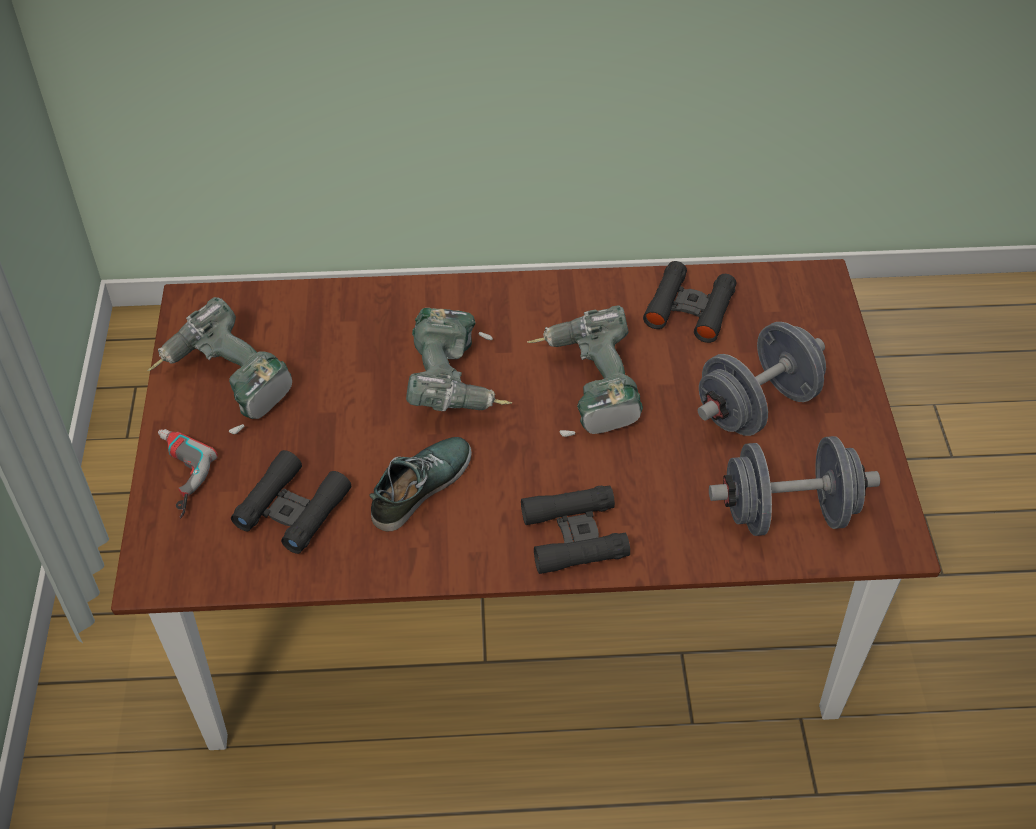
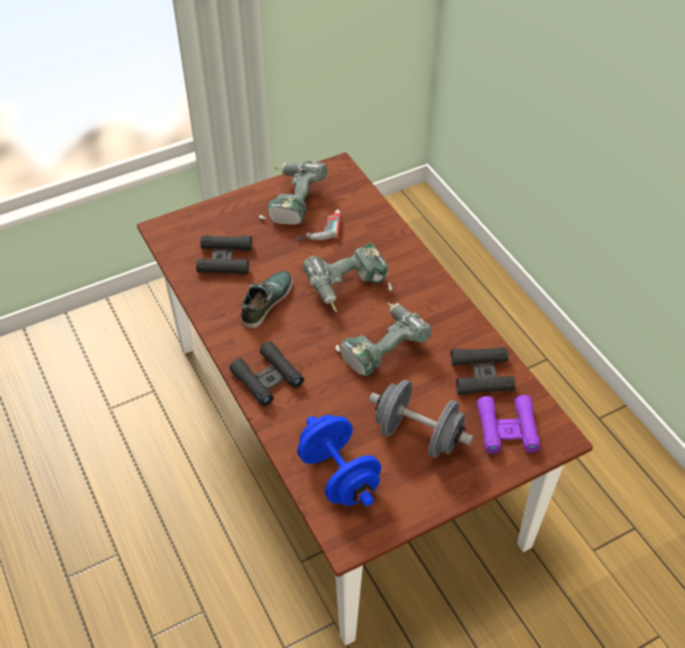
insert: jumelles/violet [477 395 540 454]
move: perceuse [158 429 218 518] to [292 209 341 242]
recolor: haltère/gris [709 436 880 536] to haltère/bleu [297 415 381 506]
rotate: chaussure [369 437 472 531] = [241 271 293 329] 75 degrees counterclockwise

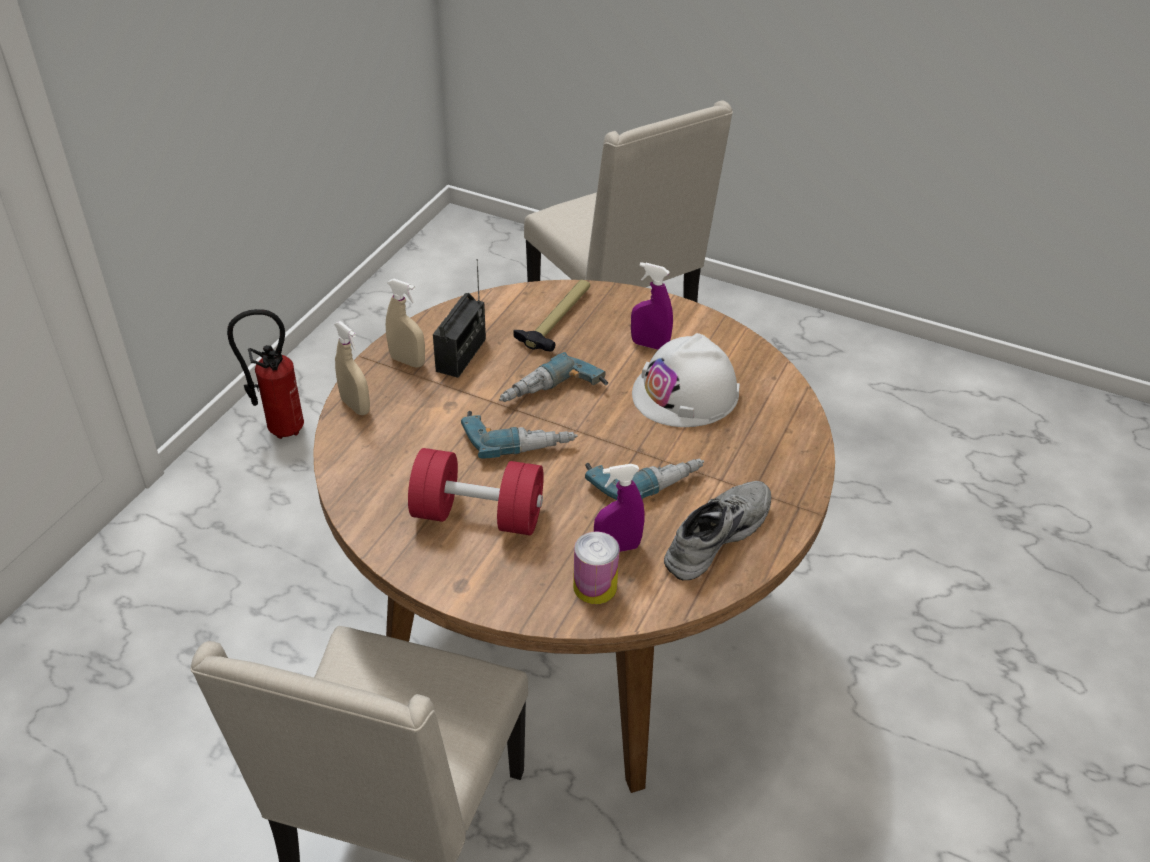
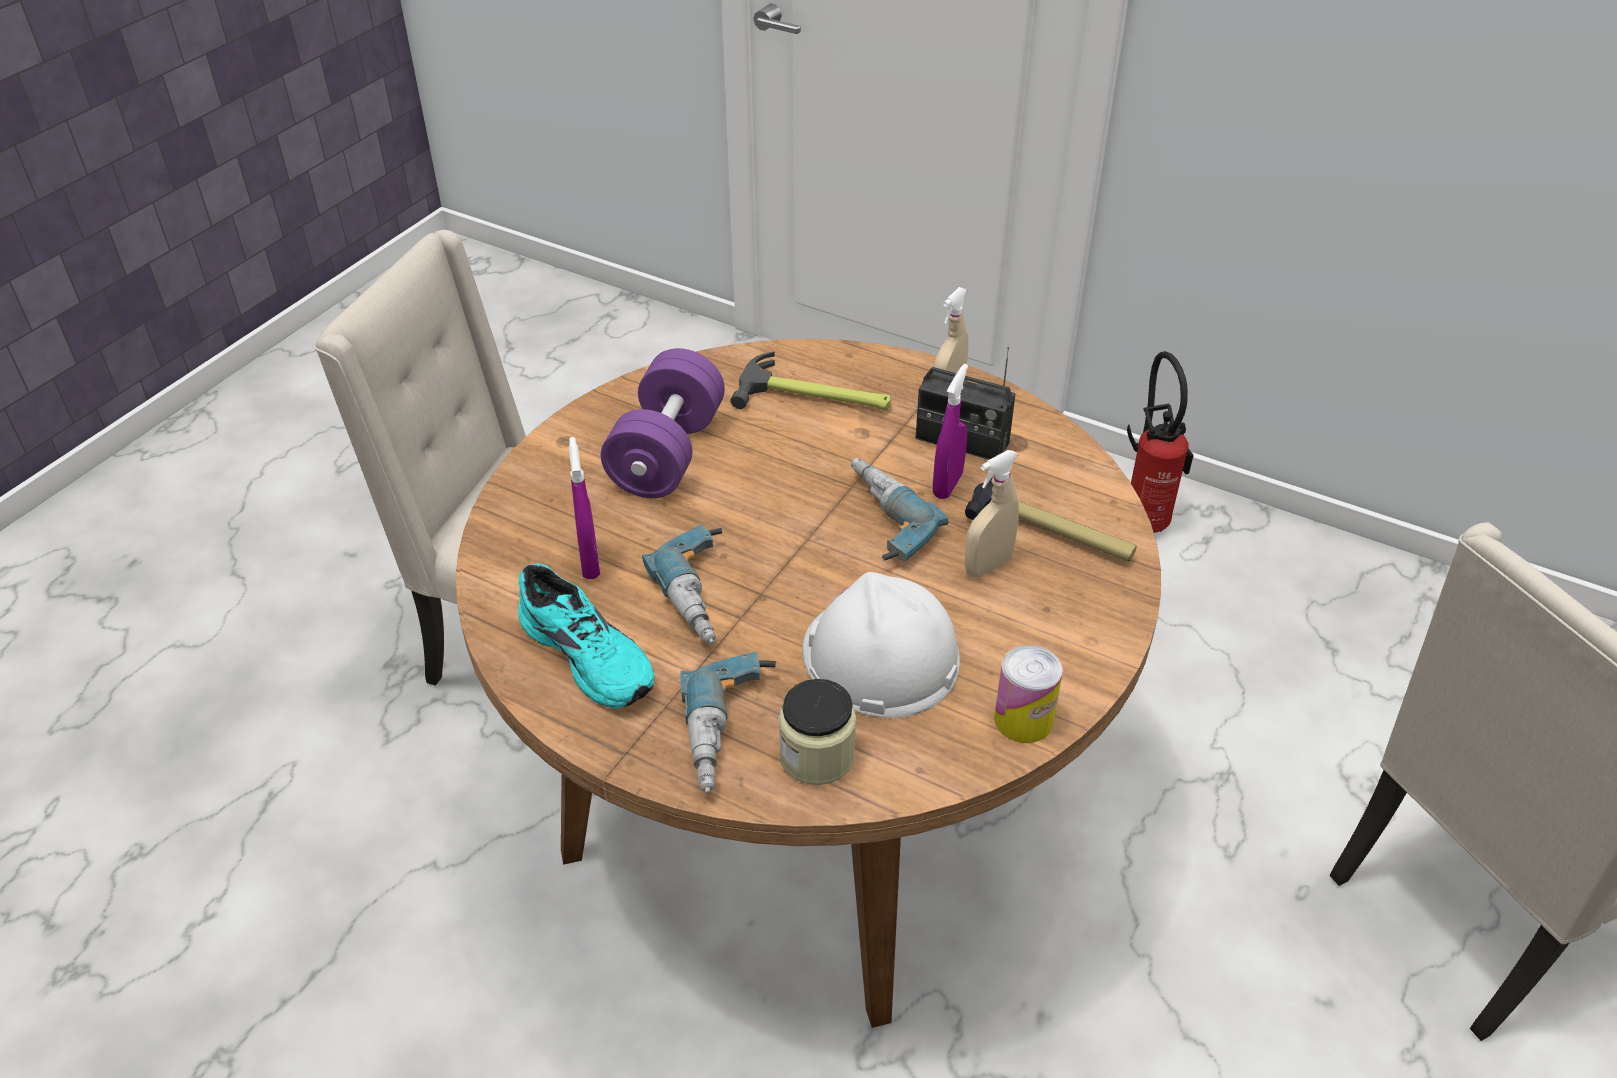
insert: marteau [730 352 891 410]; bocal [779 679 856 785]
move: vaporisateur/beige [334 321 370 415] to [965 450 1019 577]; perceuse [461 411 578 458] to [680 652 776 794]; boîte métallique [573 531 620 604] to [994 645 1063 743]; vaporisateur/violet [631 262 673 350] to [933 364 968 499]
recolor: haltère/rouge [408 448 544 535] to haltère/violet [601 348 725 498]; chaussure/gris [664 481 771 580] to chaussure/turquoise [518 563 654 709]

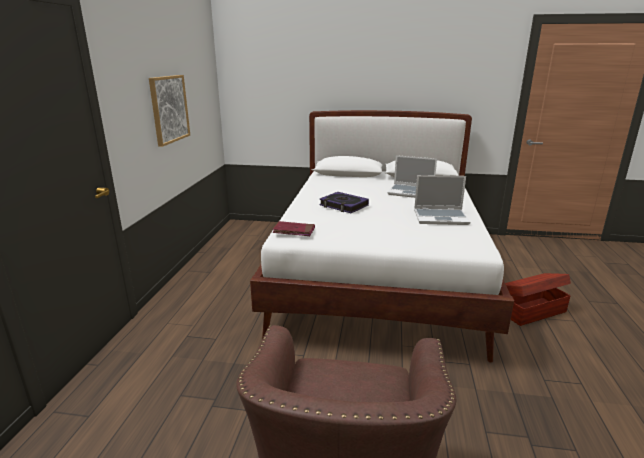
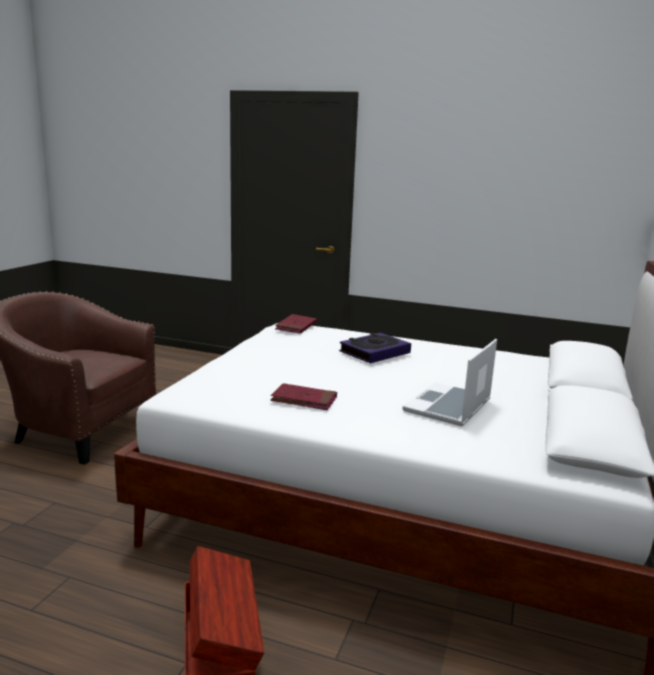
delete: tableau [149 75 190 147]
replace: ordinateur portable [414 175 470 225] to livre/rouge [271 383 337 410]

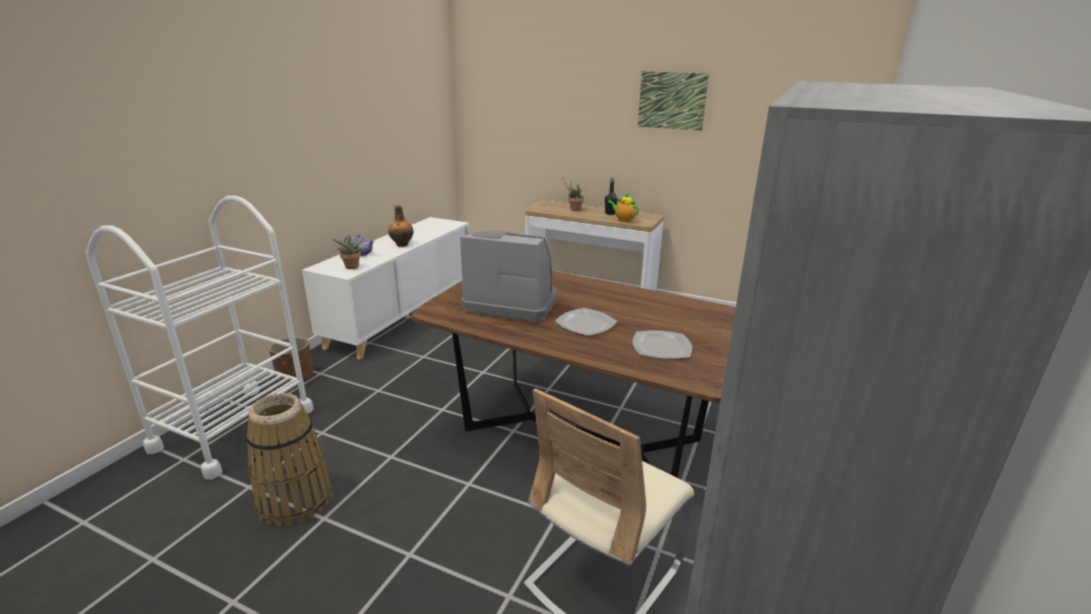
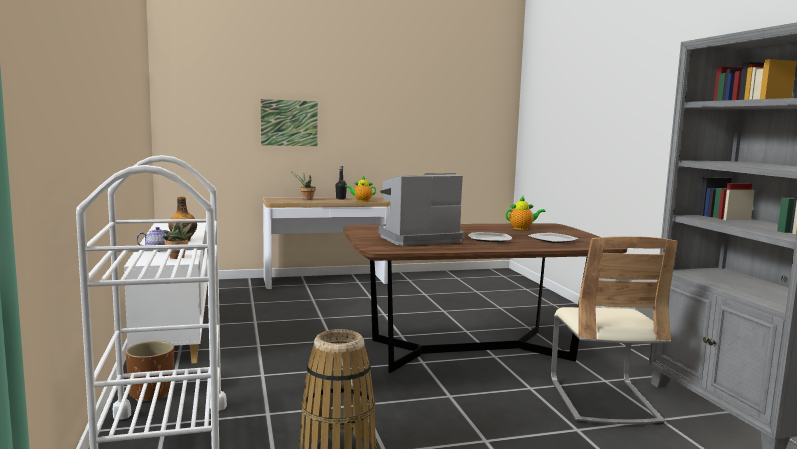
insert: théière [505 197 546 230]
move: tableau [638 71 709 131] to [261 99 318 146]

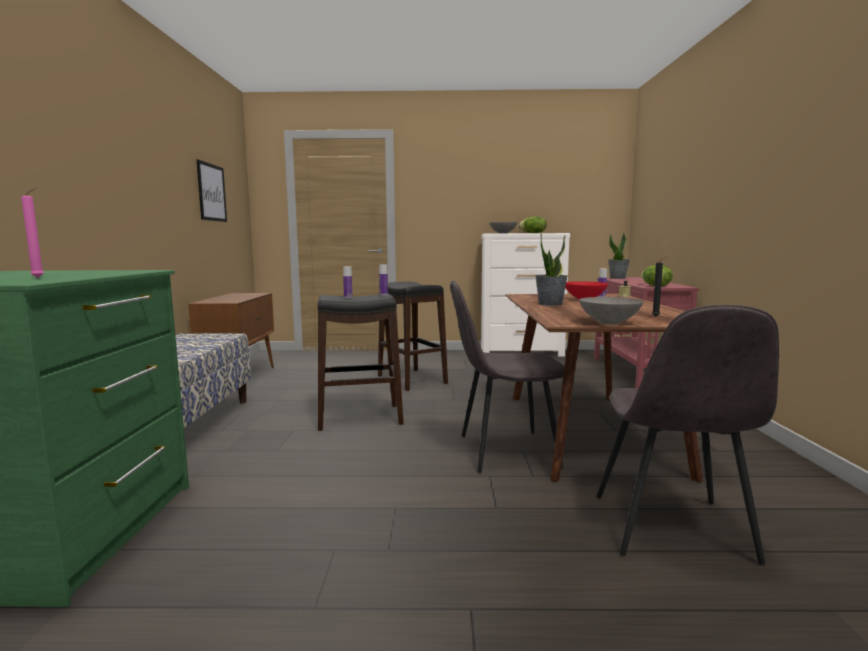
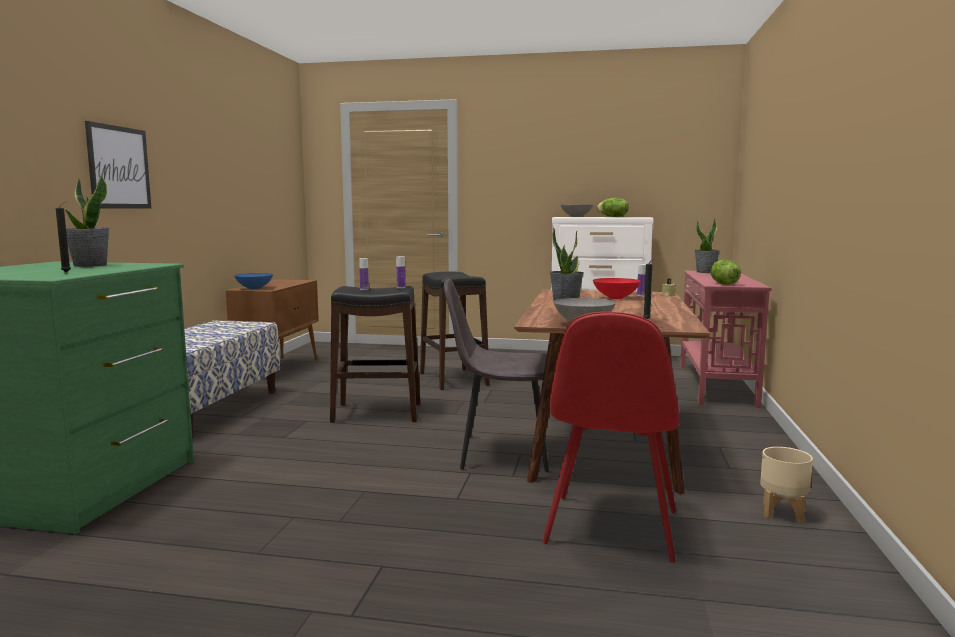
insert: plante en pot [65 174 110 267]; bol/bleu [234 273 273 289]; cache-pot/beige [760 447 813 523]
move: tableau [197 160 227 222] to [85 121 152 209]
recolor: bougie/rose [21 188 44 278] to bougie/noir [56 201 71 273]; chaise/gris [597 305 779 565] to chaise/rouge [542 312 680 563]

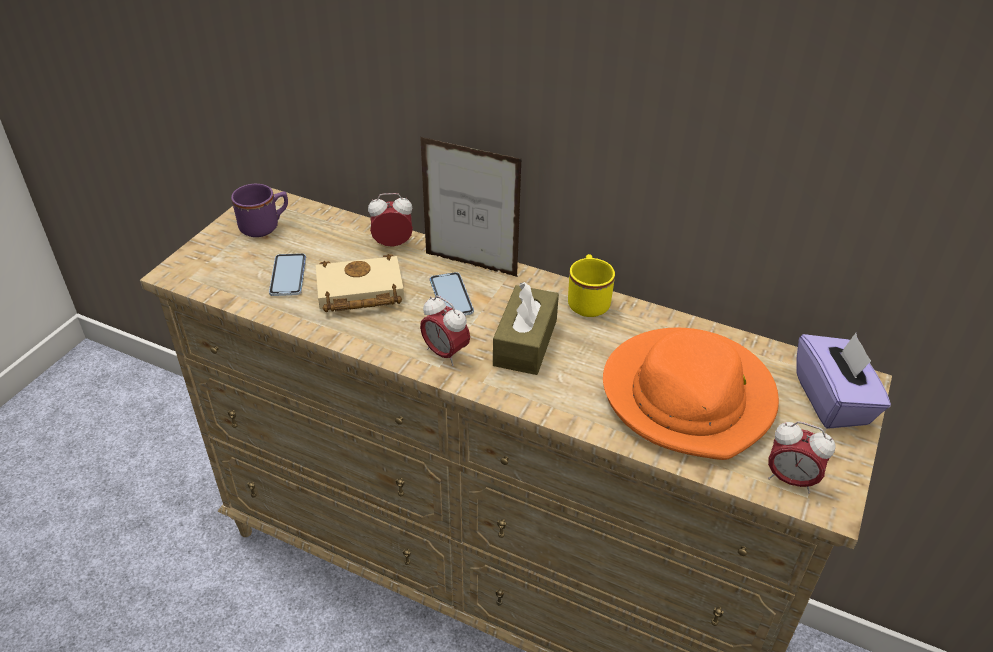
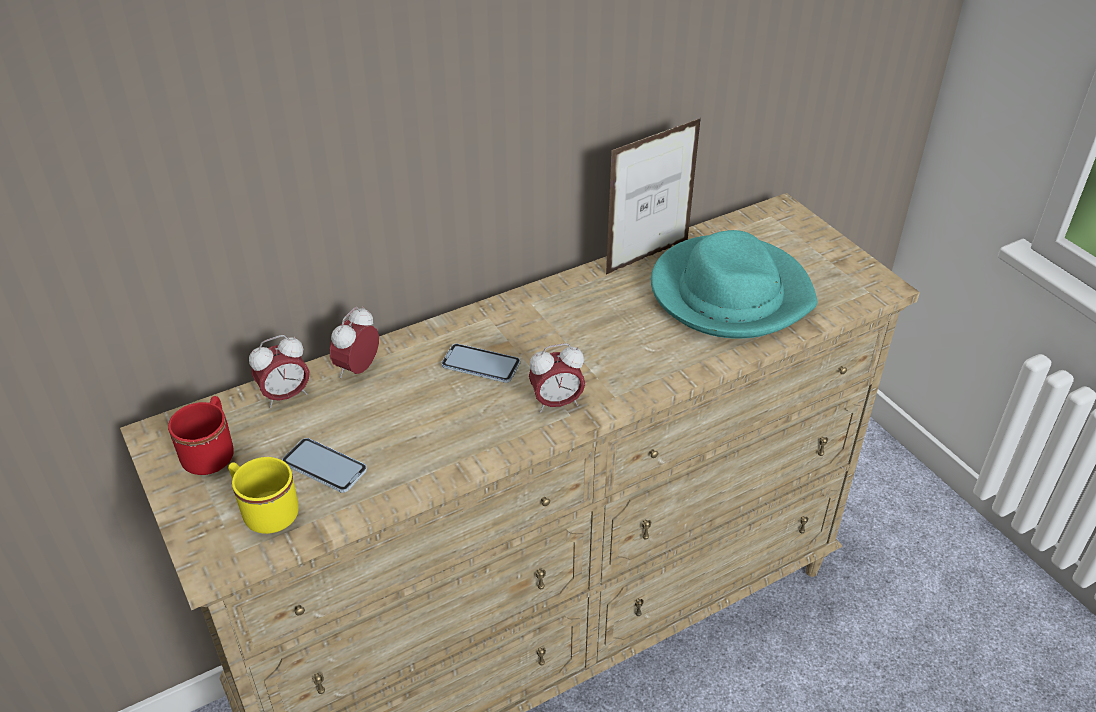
delete: livre/beige [316 254 404 312]; boîte à mouchoirs/marron [493 282 559 375]; boîte à mouchoirs/violet [796 333 891 429]
move: cadre photo [420 137 522 277] to [606 118 701 275]; mug/jaune [568 254 615 317] to [228 457 299 534]; réveil [768 421 835 494] to [249 335 309 408]
recolor: mug/violet [231 184 288 237] to mug/rouge [168 396 234 475]; chapeau/orange [603 328 779 460] to chapeau/turquoise [651 230 817 339]

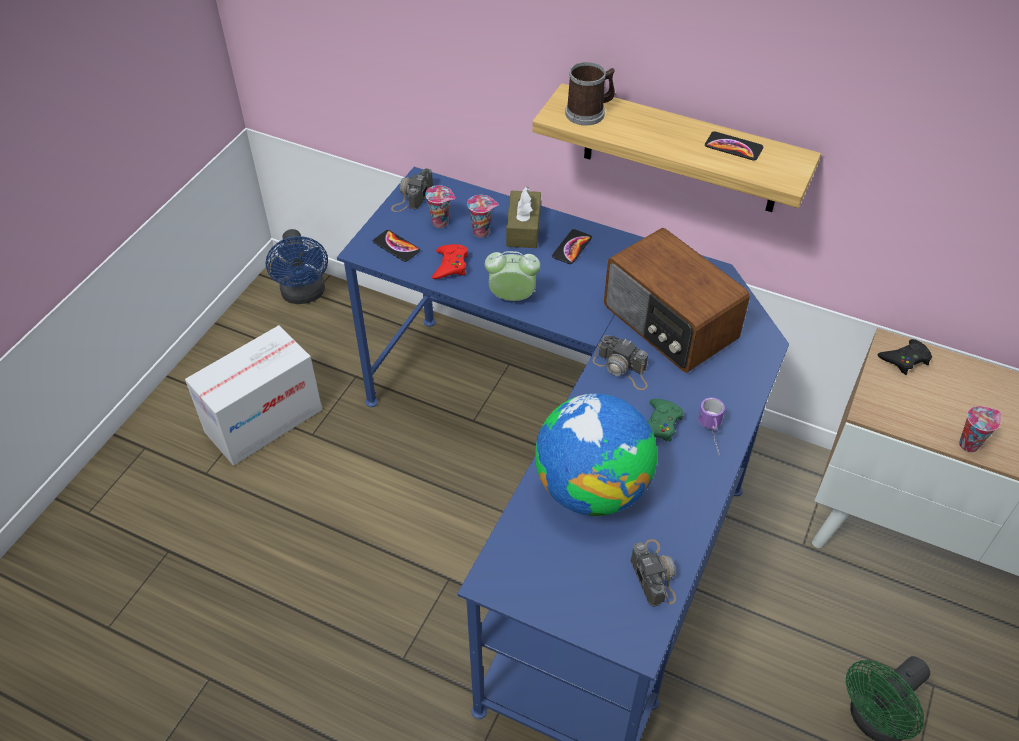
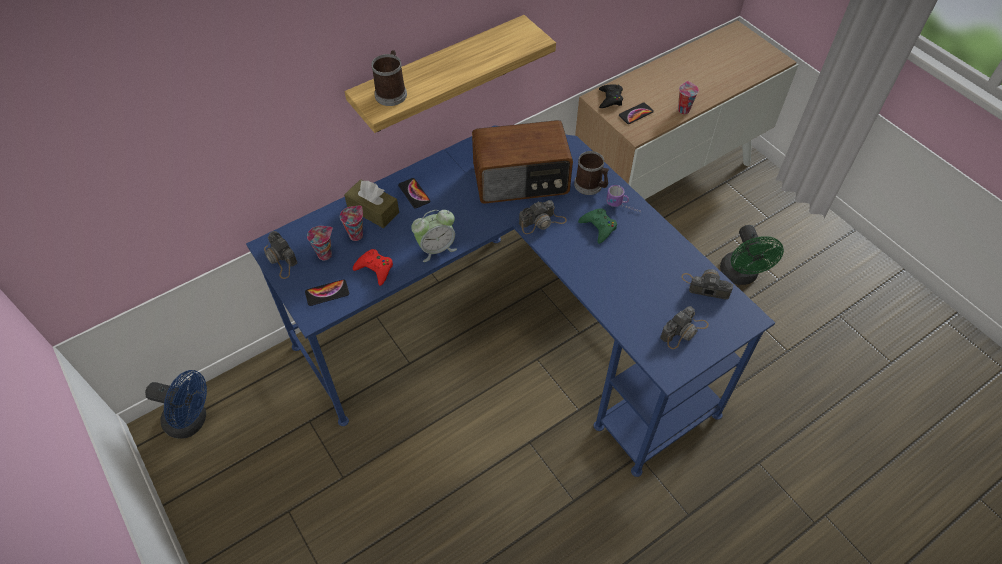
delete: carton [185 325 322 466]; globe [535 394 657 516]
insert: mug [574 151 609 195]; appareil photo [660 306 709 349]
move: téléphone [705 131 763 161] to [619 102 654 124]
rotate: réveil [485 251 540 301] = [411 210 457 262] 150 degrees counterclockwise

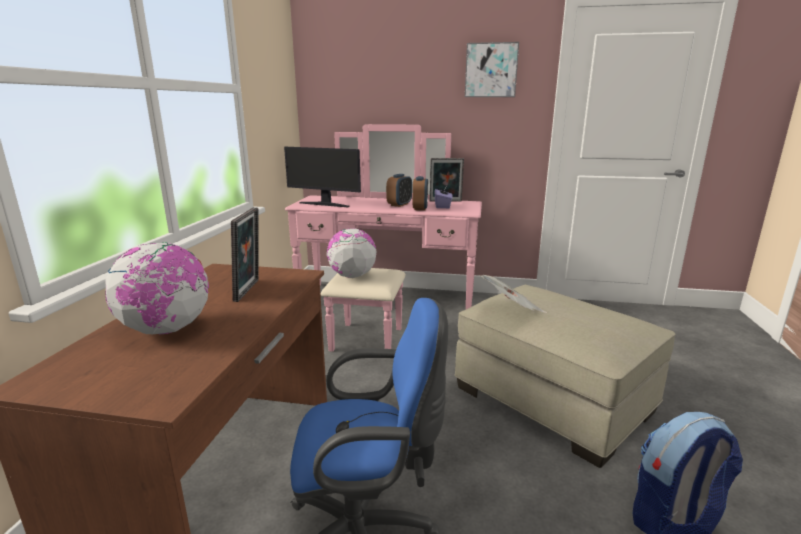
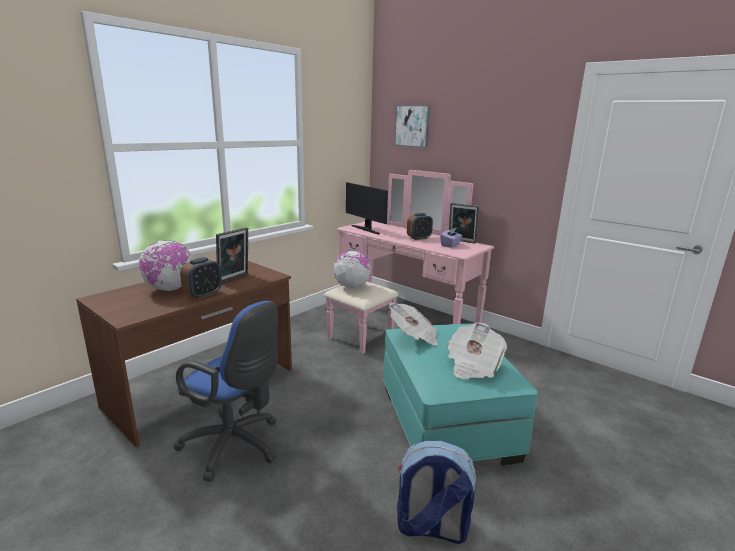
insert: journal [447 322 507 379]
move: réveil [413 176 428 211] to [180 257 222 299]; tableau [465 42 519 97] to [394 105 431 148]
recolor: pouf/beige [454 285 675 468] to pouf/turquoise [383 324 538 465]

